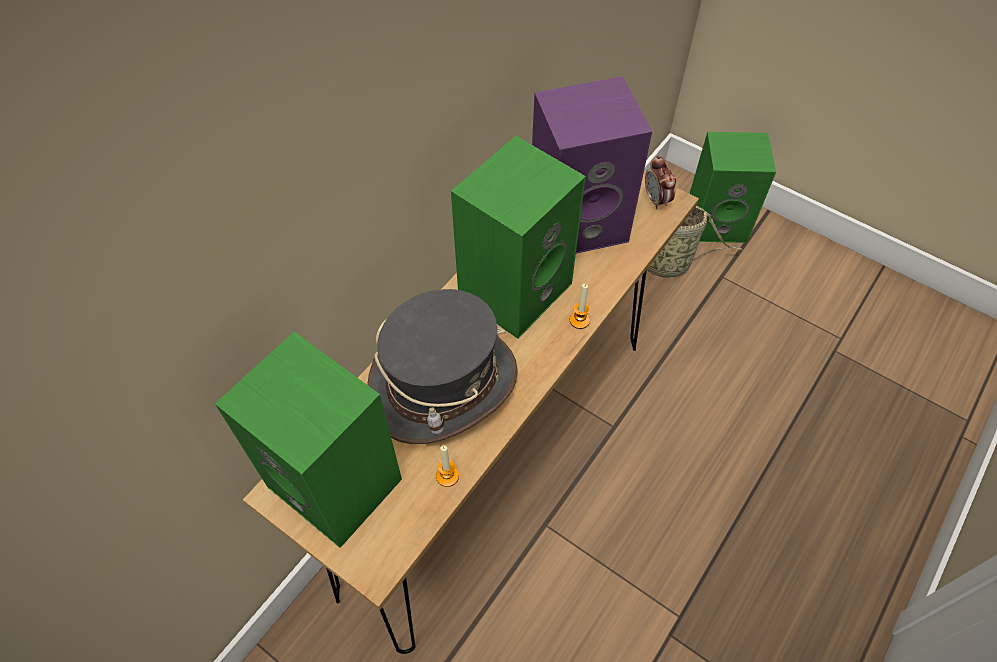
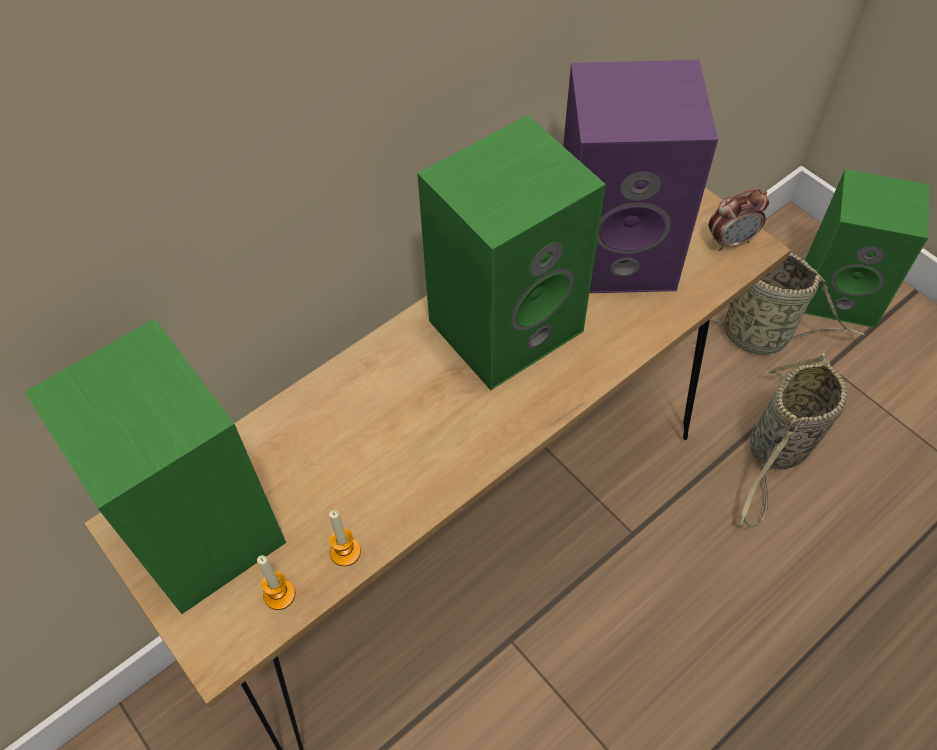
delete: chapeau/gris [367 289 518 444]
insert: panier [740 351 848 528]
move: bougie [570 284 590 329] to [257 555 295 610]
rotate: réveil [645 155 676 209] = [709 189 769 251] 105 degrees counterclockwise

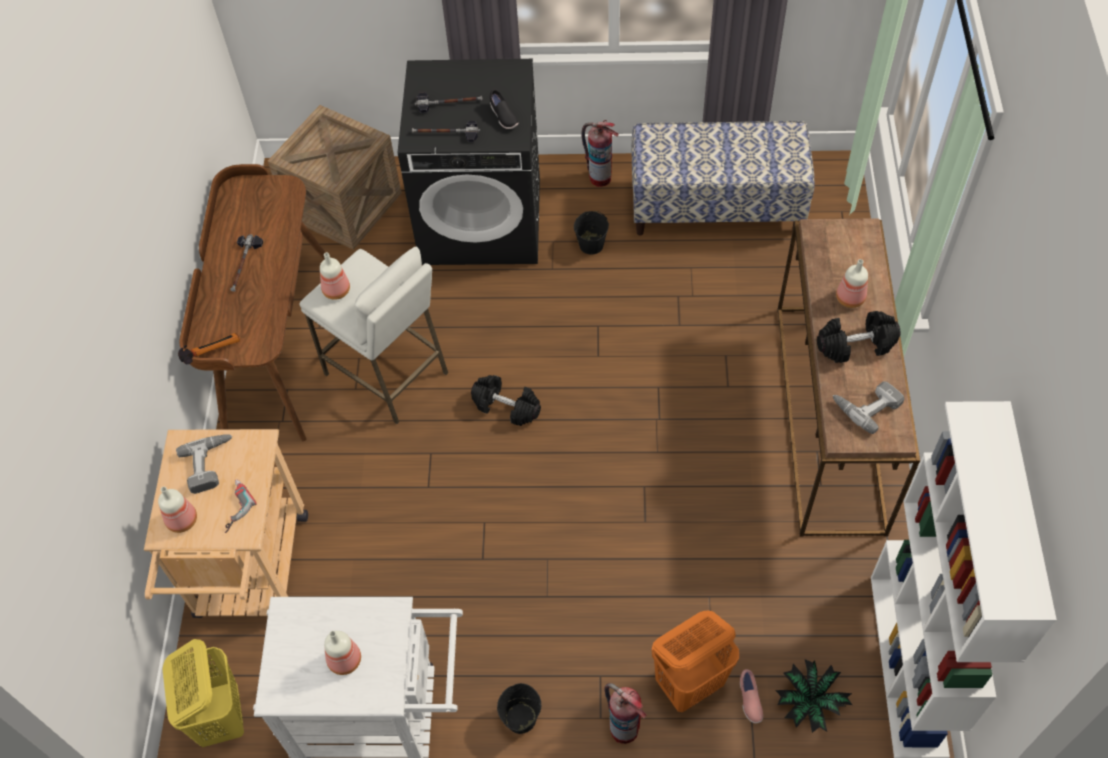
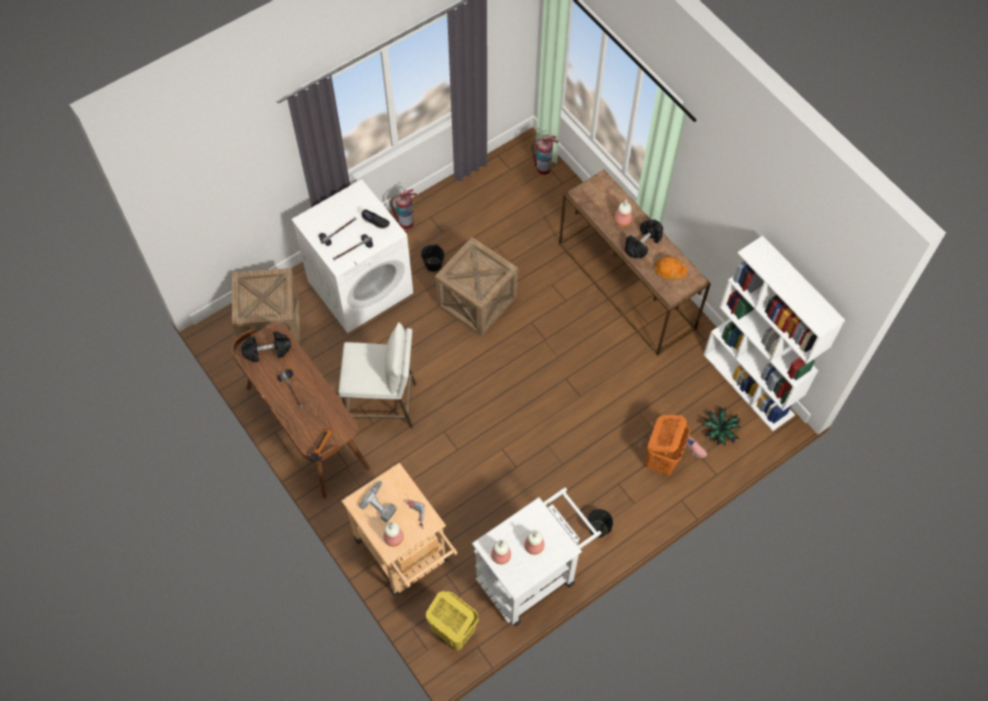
delete: banc [631 121 815 236]
insert: caisse [435 237 518 337]
move: bouteille [320 252 350 300] to [491 540 511 564]; haltère/noir [471 375 541 426] to [241 332 291 362]; extincteur [604 683 647 744] to [531 136 559 175]
replace: perceuse [833 382 905 434] to casque de chantier/orange [655 257 688 279]
recolor: lave-linge/noir [398 59 540 265] to lave-linge/blanc [291 179 413 333]

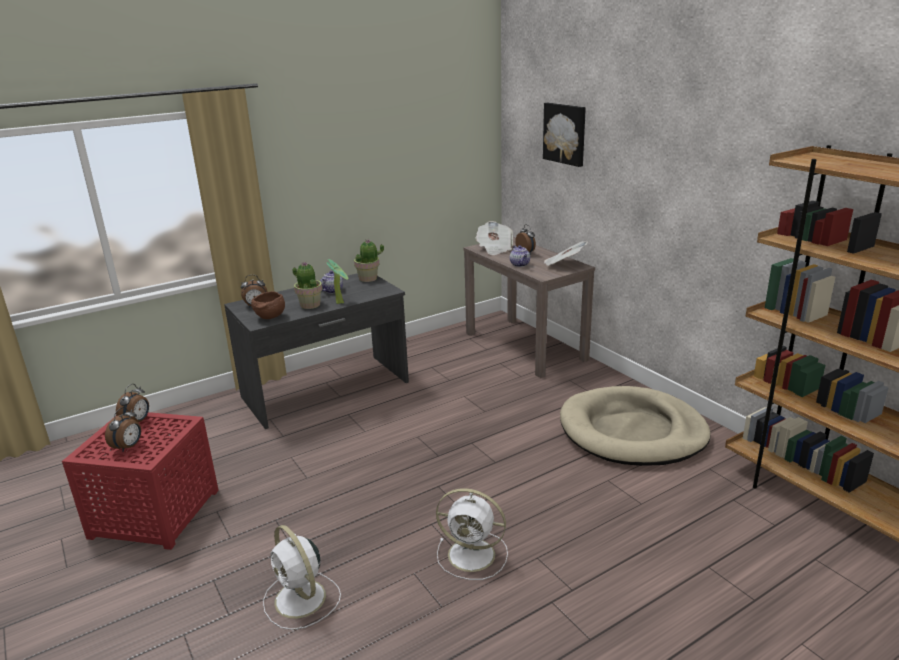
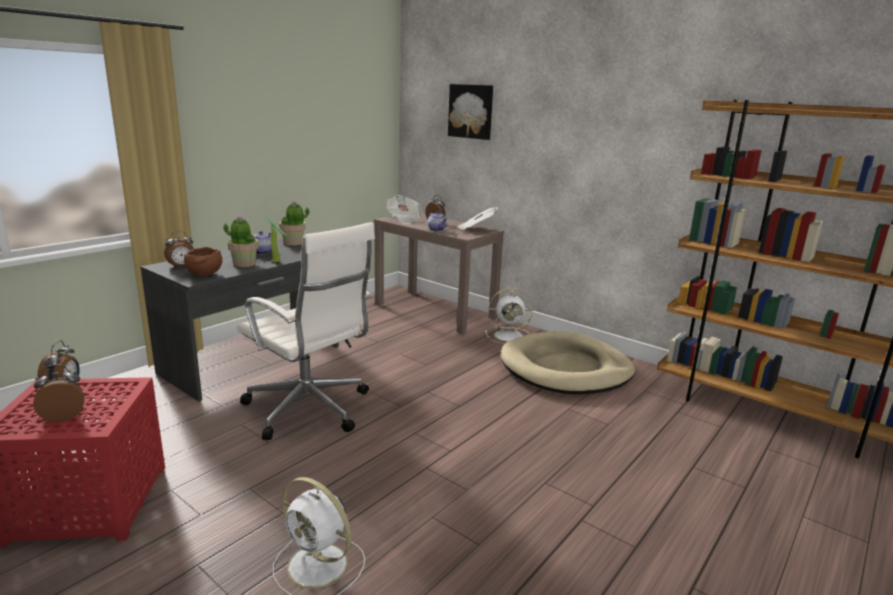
insert: chaise de bureau/blanc [237 222 375 440]
move: ventilateur/blanc [436 488 508 580] to [485 288 534 344]
rotate: réveil [105 407 141 452] = [33 364 84 422] 120 degrees counterclockwise

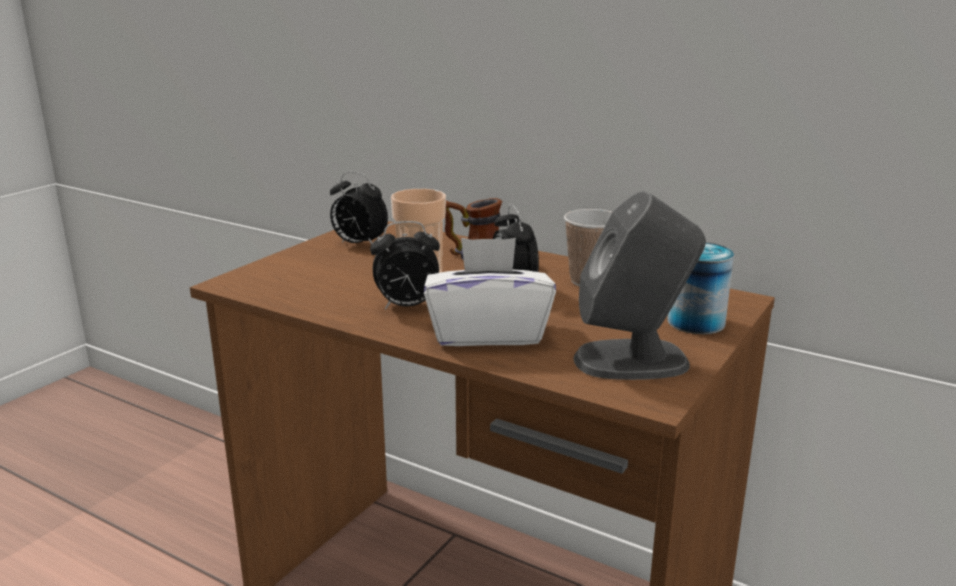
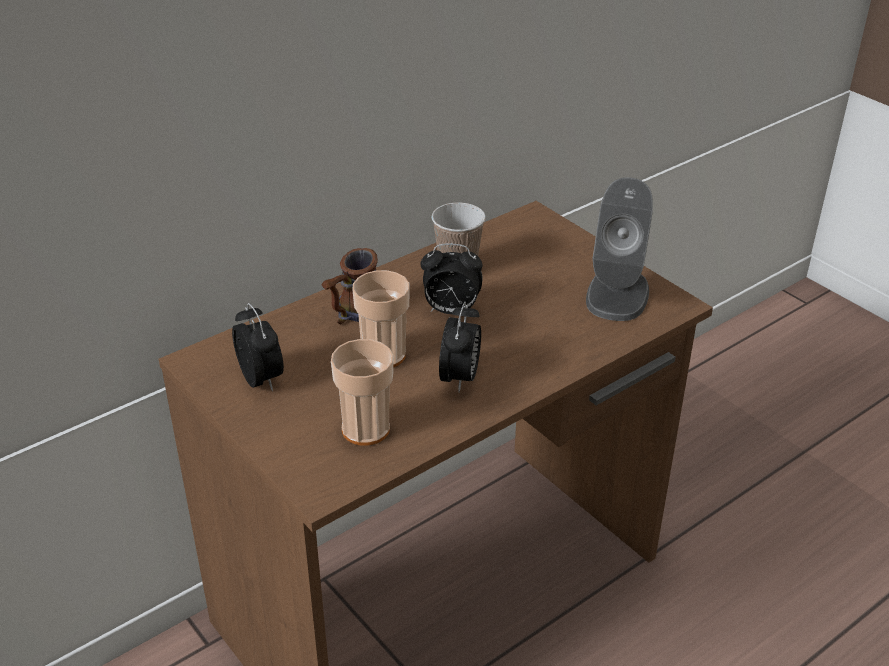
delete: boîte à mouchoirs/blanc [424 238 556 346]; boîte métallique [667 243 734 334]
insert: tasse [331 339 393 446]
rotate: réveil [330 172 388 245] = [232 303 284 391] 75 degrees counterclockwise

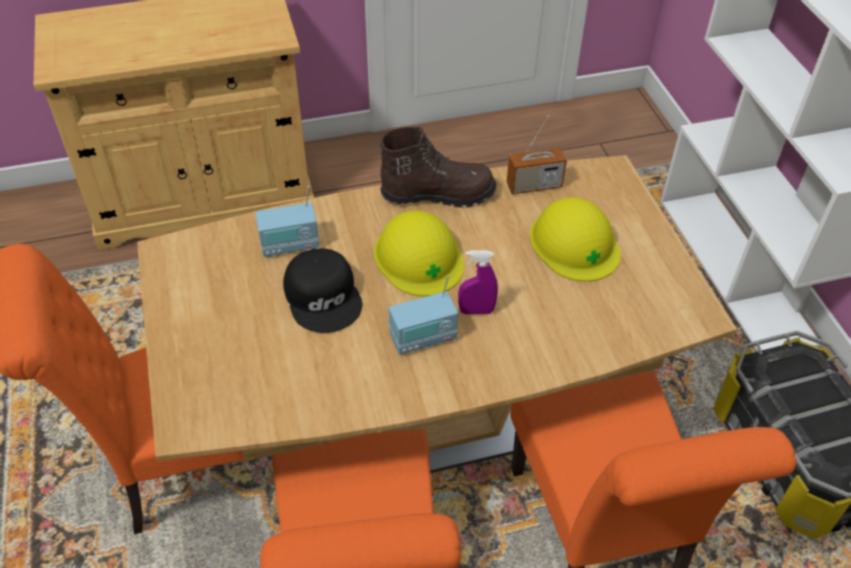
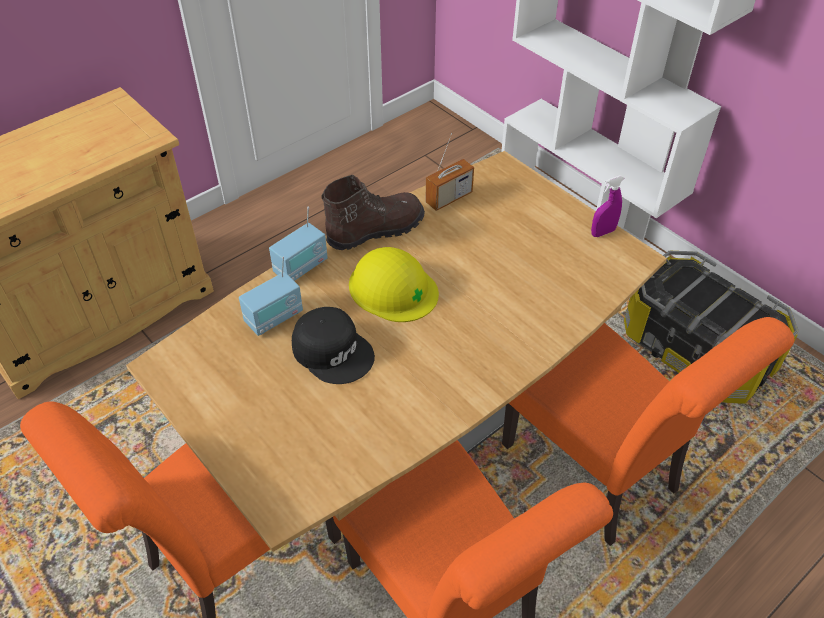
delete: casque de chantier/jaune [530 197 621 282]
move: radio [389 275 458 355] to [269 207 328 281]; vaporisateur/violet [458 251 498 315] to [591 175 625 237]

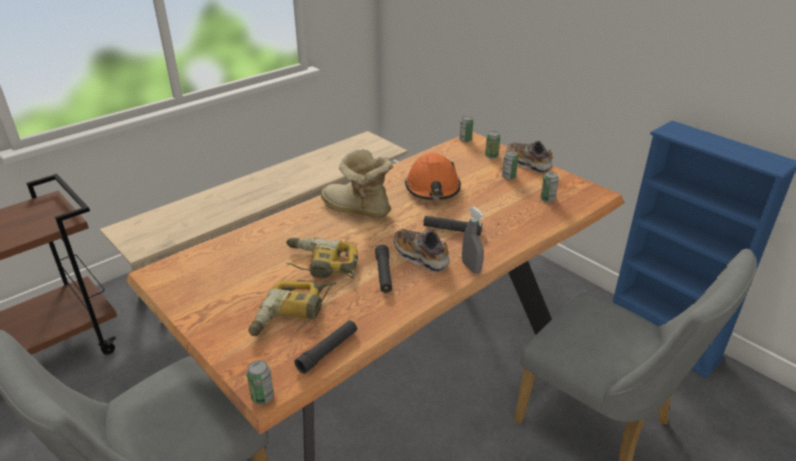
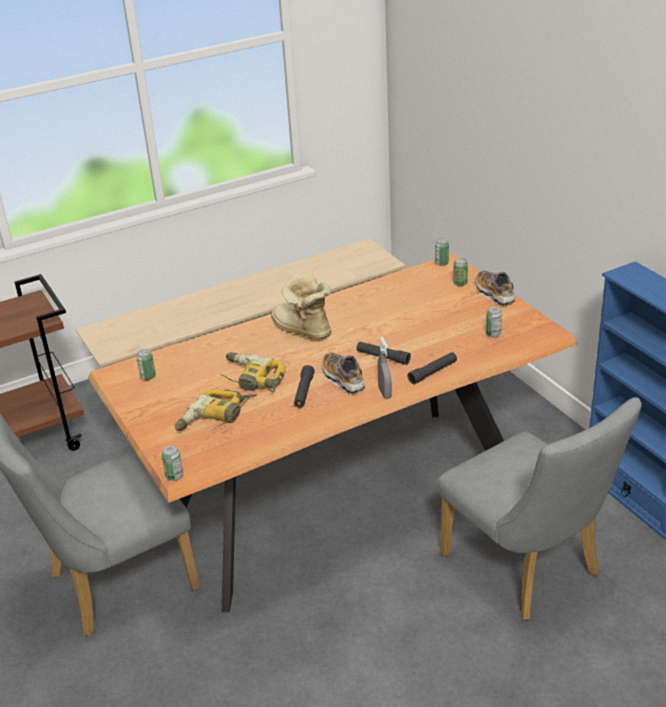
delete: casque de chantier/orange [405 153 461 200]
move: lampe de poche/noir [294 320 357 374] to [408 352 457 384]; boîte métallique [502 151 518 180] to [137 349 156 380]

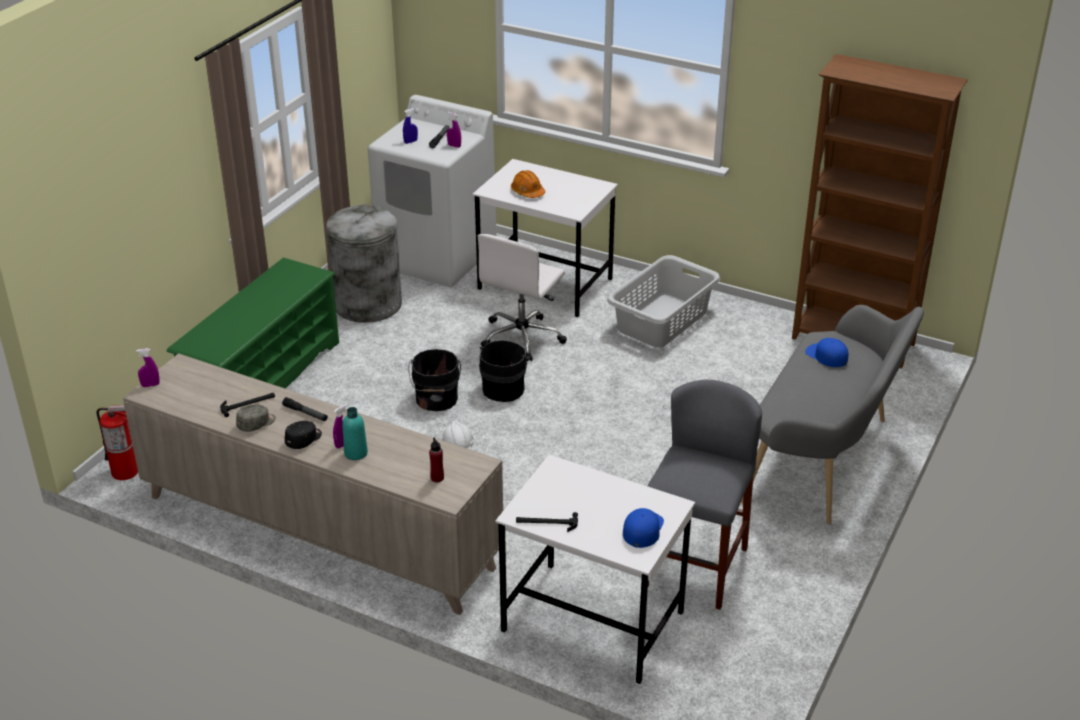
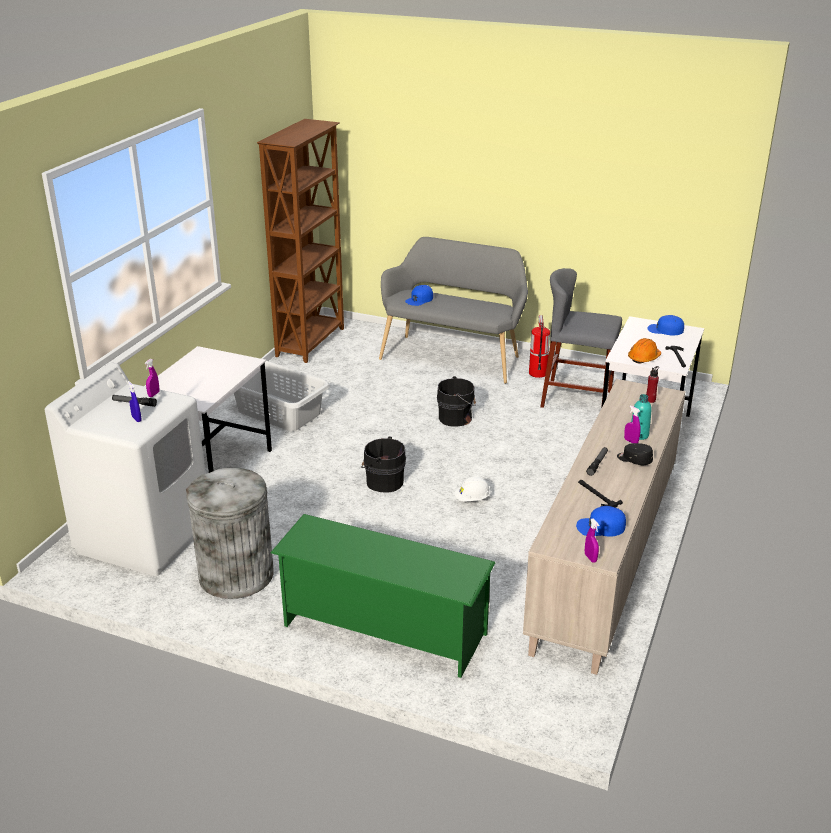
delete: casquette/gris [236 405 276 432]; chaise de bureau/blanc [477 234 567 361]
insert: casquette/bleu [576 506 626 537]
move: extincteur [97 405 138 480] to [529 315 550 378]; seau/noir [408 349 461 411] to [437 376 476 427]; casque de chantier/orange [511 170 545 198] to [628 338 661 364]

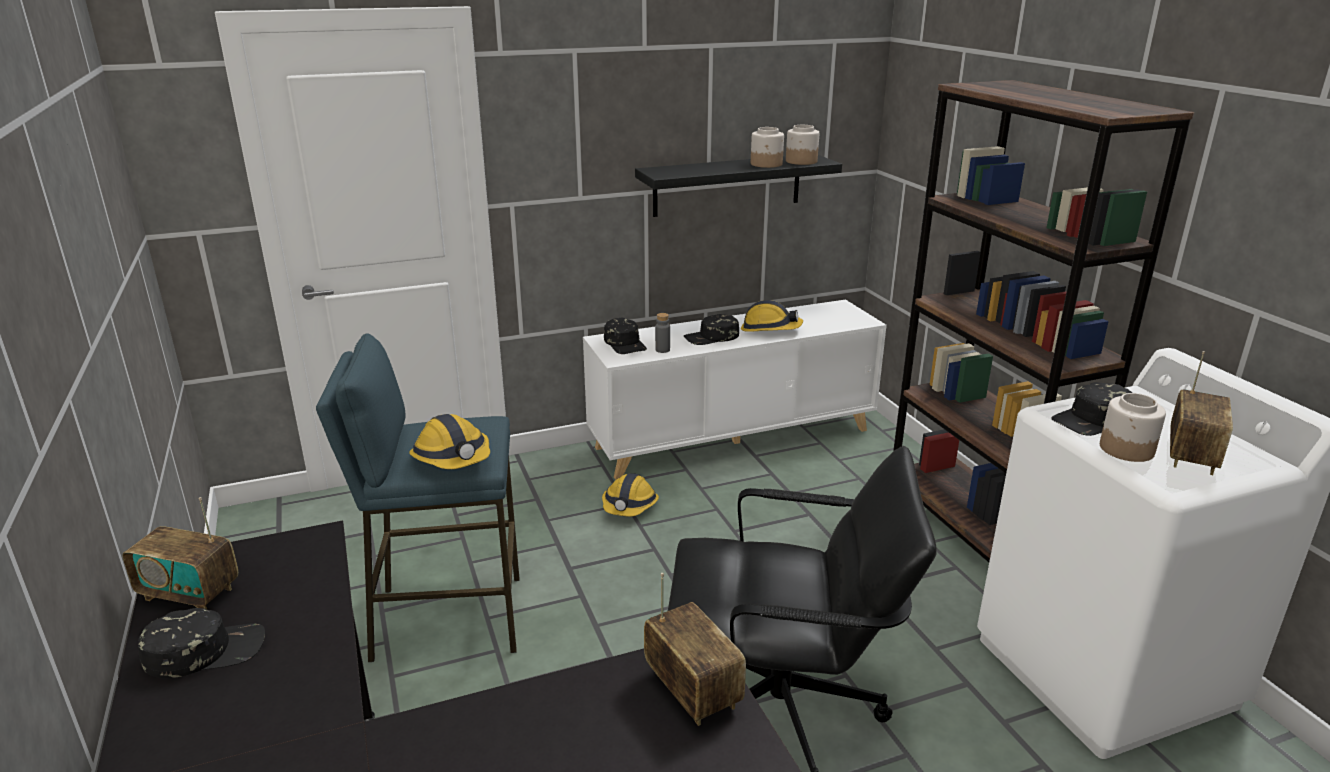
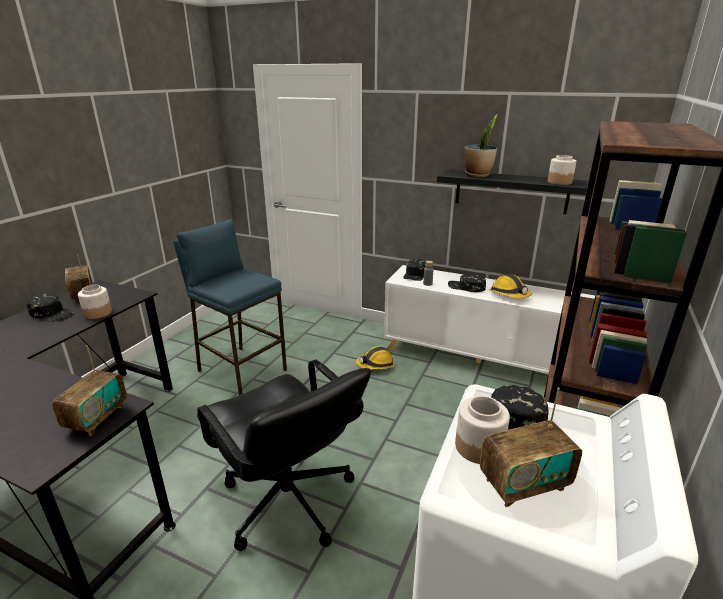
delete: casque de chantier [409 414 490 469]
insert: plante en pot [464 114 497 177]
move: bocal [751 127 784 168] to [78 285 112 319]

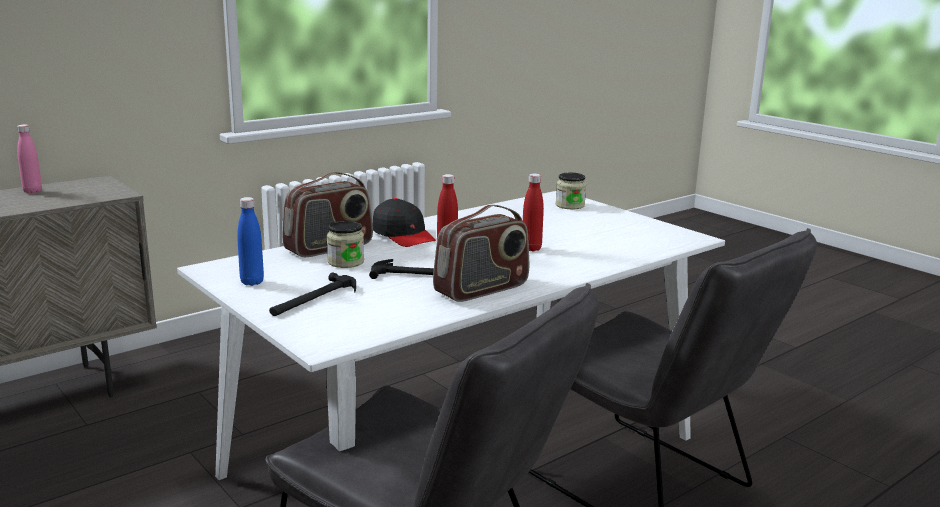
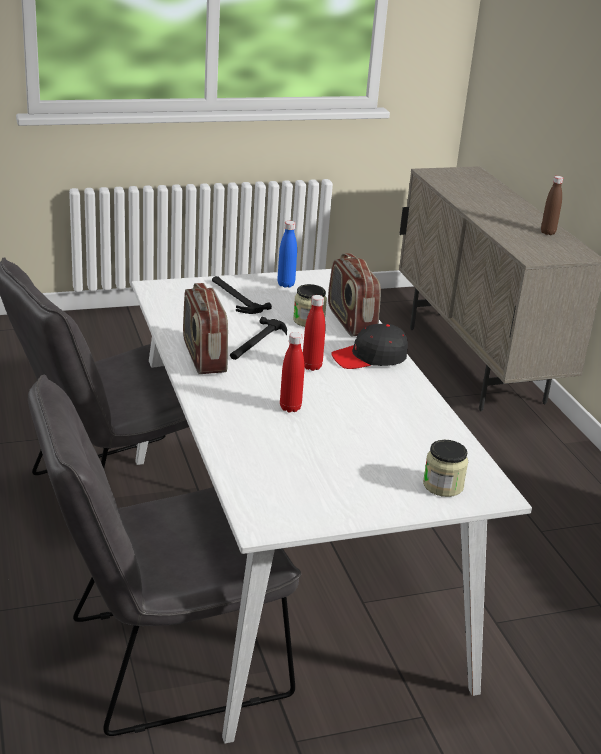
recolor: bouteille/rose [17 124 42 193] to bouteille/marron [541 176 563 235]

